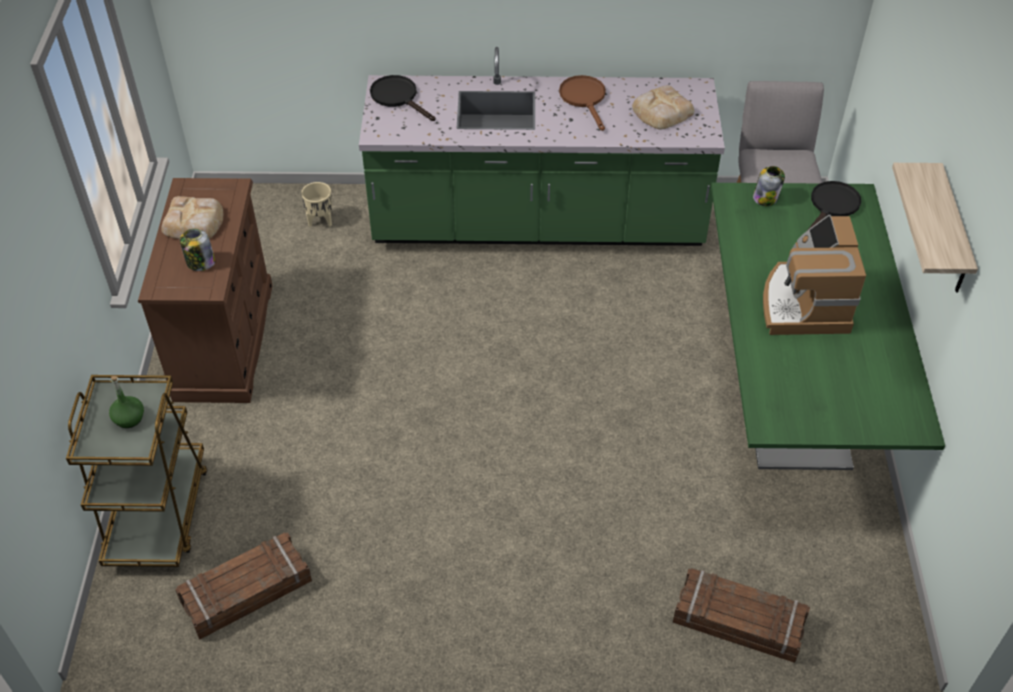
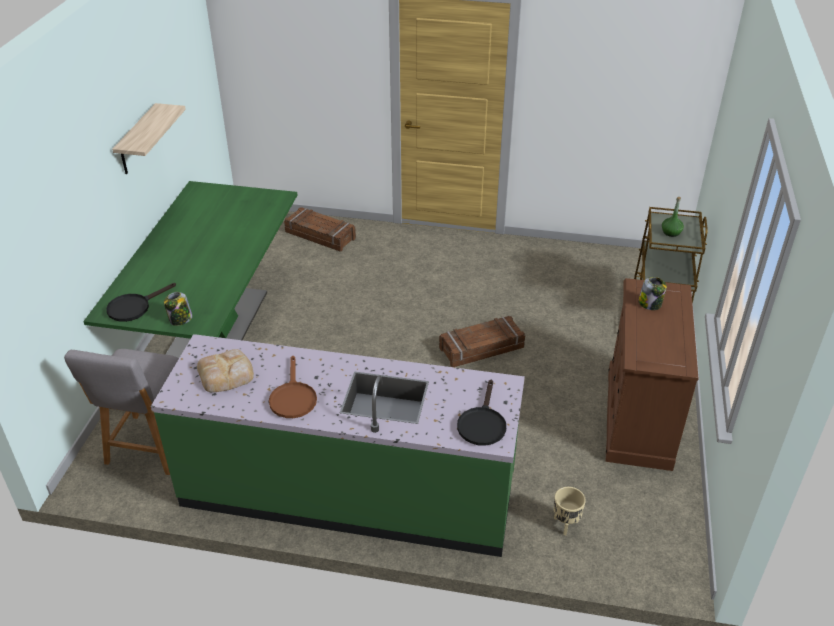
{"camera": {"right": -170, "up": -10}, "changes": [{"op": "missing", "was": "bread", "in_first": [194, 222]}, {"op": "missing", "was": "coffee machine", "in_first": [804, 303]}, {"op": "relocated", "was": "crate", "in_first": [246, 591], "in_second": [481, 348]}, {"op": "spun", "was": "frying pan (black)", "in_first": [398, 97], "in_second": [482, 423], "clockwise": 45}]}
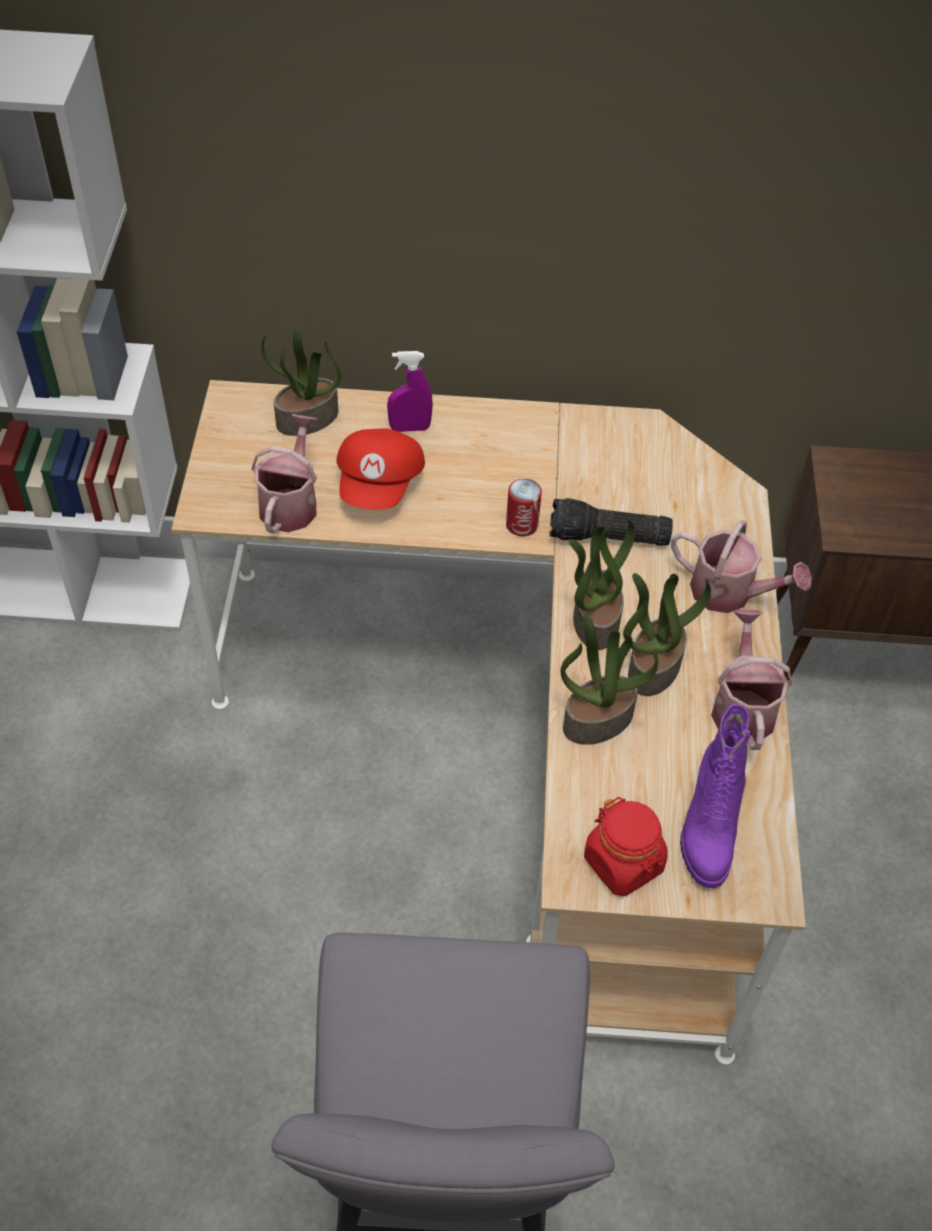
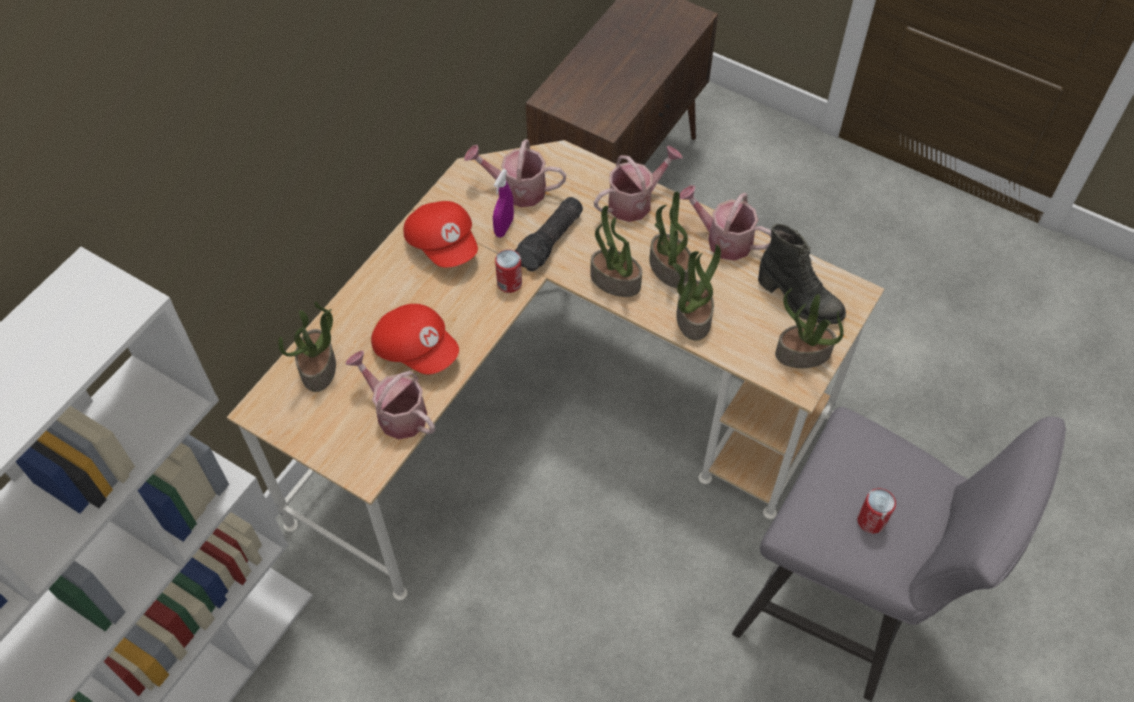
{"camera": {"right": -60, "up": 5}, "changes": [{"op": "appeared", "now": "cap (red)", "in_second": [444, 244]}, {"op": "appeared", "now": "watering can", "in_second": [517, 189]}, {"op": "appeared", "now": "can", "in_second": [871, 520]}, {"op": "relocated", "was": "spray bottle (purple)", "in_first": [410, 428], "in_second": [504, 227]}, {"op": "exchanged", "was": "jar (red)", "now": "potted plant", "in_first": [624, 863], "in_second": [802, 354]}, {"op": "colour", "was": "boot (purple)", "now": "boot (black)", "in_first": [707, 827], "in_second": [798, 300]}]}
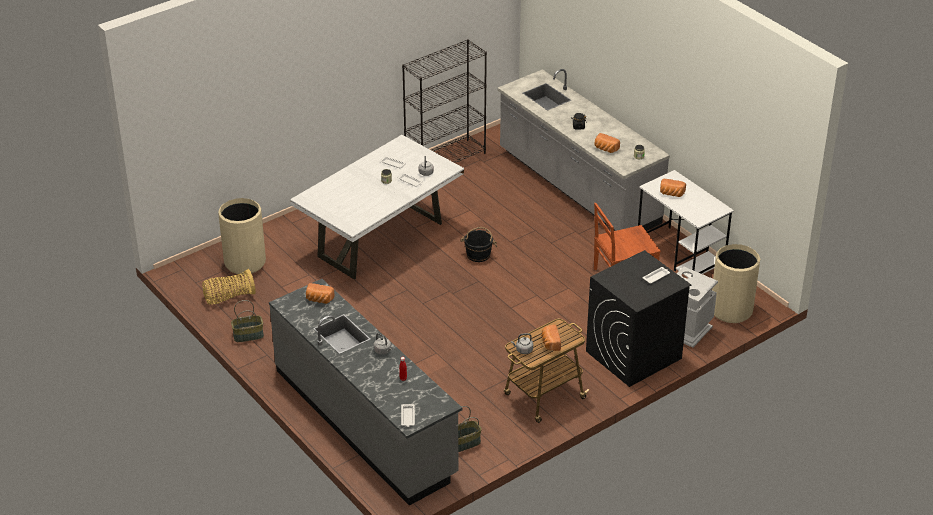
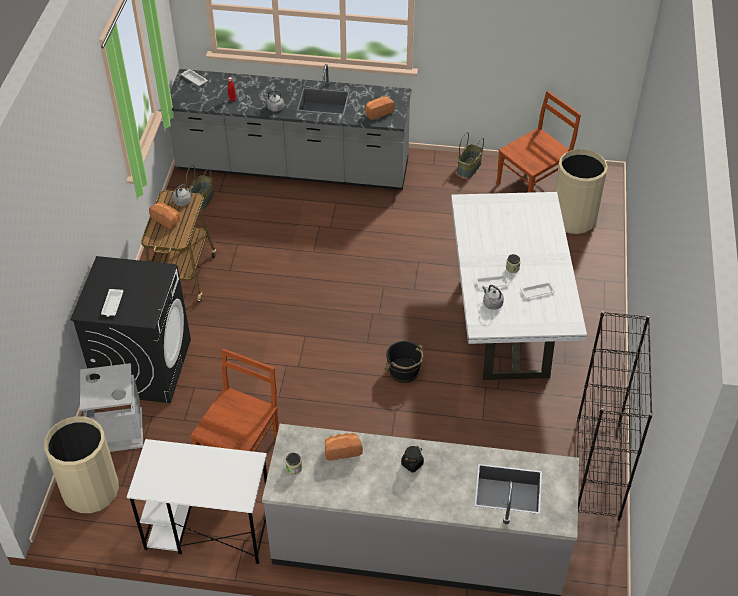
{"camera": {"right": 135, "up": 10}, "changes": [{"op": "missing", "was": "bread", "in_first": [671, 194]}, {"op": "exchanged", "was": "basket", "now": "chair (brown)", "in_first": [228, 297], "in_second": [533, 184]}]}
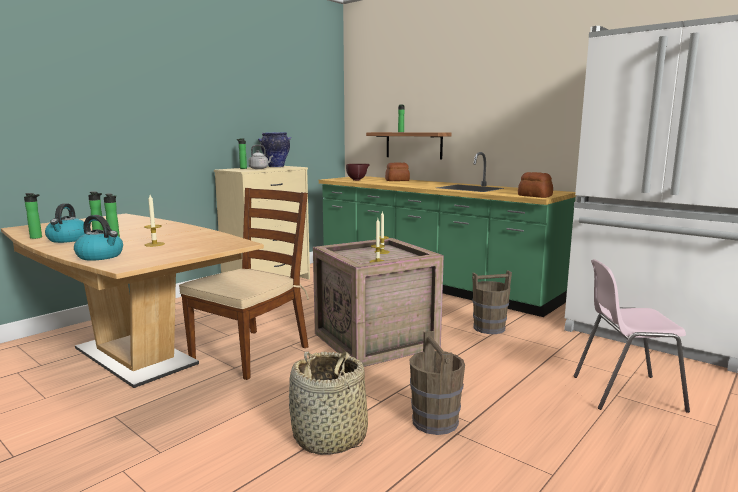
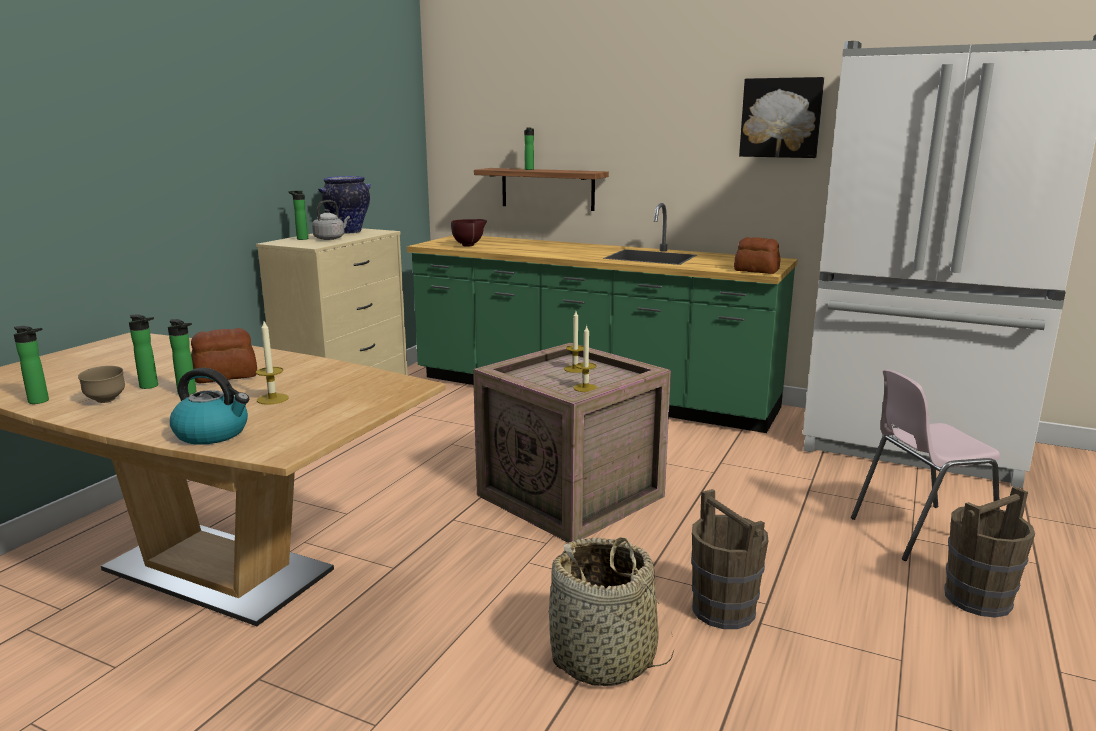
{"camera": {"right": -15, "up": 5}, "changes": [{"op": "missing", "was": "chair (brown)", "in_first": [251, 352]}, {"op": "appeared", "now": "picture", "in_second": [781, 118]}, {"op": "relocated", "was": "bread", "in_first": [397, 180], "in_second": [226, 376]}, {"op": "relocated", "was": "bucket (brown)", "in_first": [489, 328], "in_second": [978, 598]}, {"op": "exchanged", "was": "kettle", "now": "bowl (brown)", "in_first": [68, 239], "in_second": [106, 401]}]}
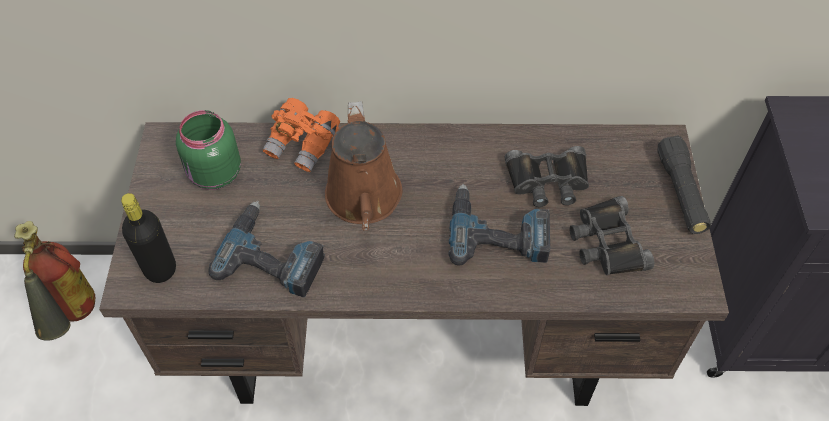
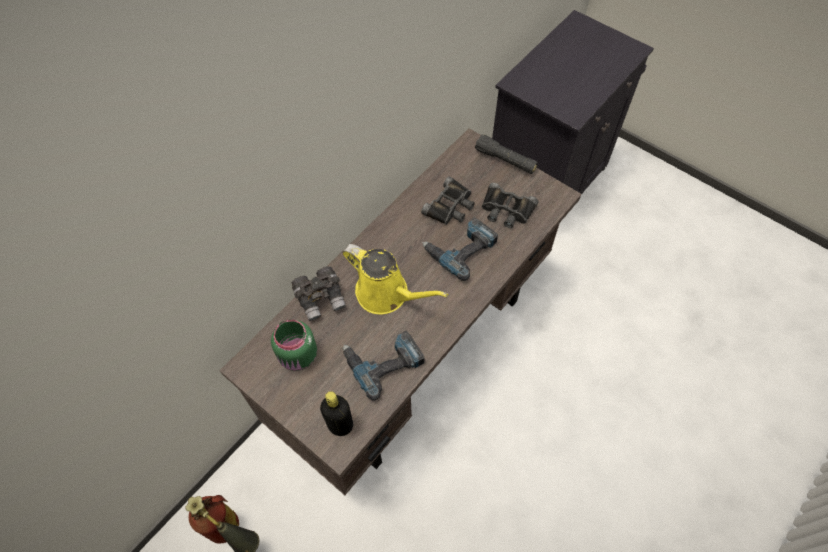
{"camera": {"right": -50, "up": 5}, "changes": [{"op": "colour", "was": "binoculars (orange)", "now": "binoculars (grey)", "in_first": [303, 145], "in_second": [321, 298]}, {"op": "colour", "was": "watering can (brown)", "now": "watering can (yellow)", "in_first": [364, 200], "in_second": [386, 294]}]}
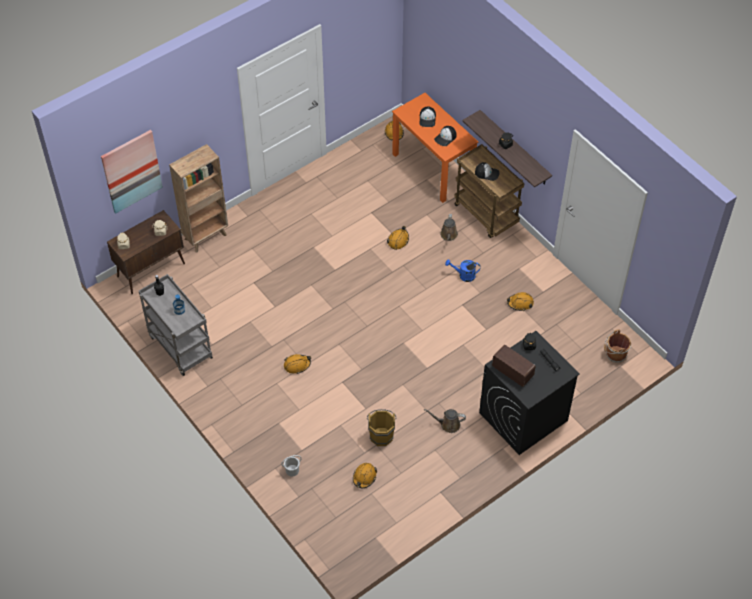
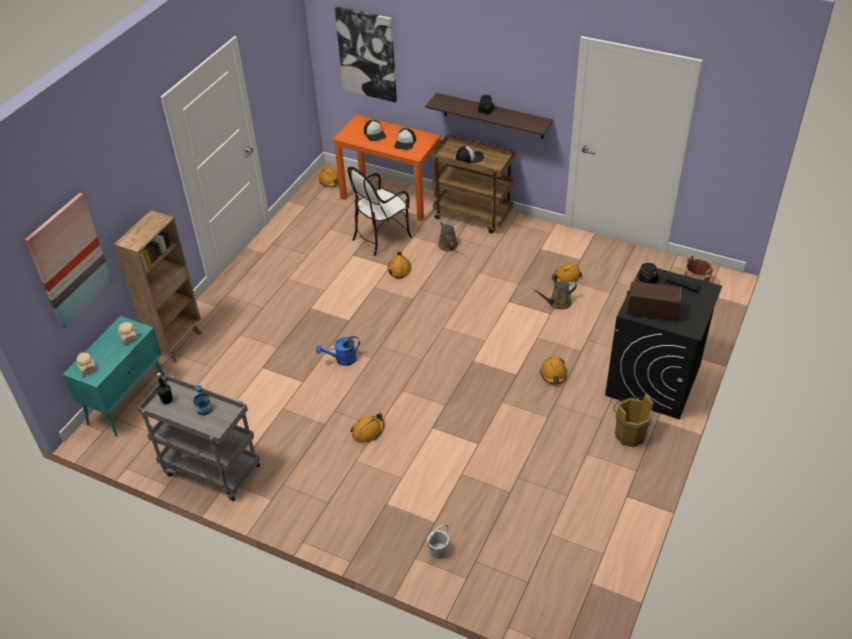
{"camera": {"right": -25, "up": -10}, "changes": [{"op": "appeared", "now": "picture", "in_second": [367, 54]}, {"op": "appeared", "now": "chair", "in_second": [381, 237]}, {"op": "relocated", "was": "hard hat (orange)", "in_first": [364, 477], "in_second": [553, 374]}, {"op": "relocated", "was": "bucket (brown)", "in_first": [381, 434], "in_second": [628, 433]}, {"op": "relocated", "was": "watering can (brown)", "in_first": [448, 424], "in_second": [558, 303]}, {"op": "relocated", "was": "watering can (blue)", "in_first": [463, 275], "in_second": [342, 360]}, {"op": "colour", "was": "cabinet (brown)", "now": "cabinet (turquoise)", "in_first": [151, 270], "in_second": [128, 401]}]}
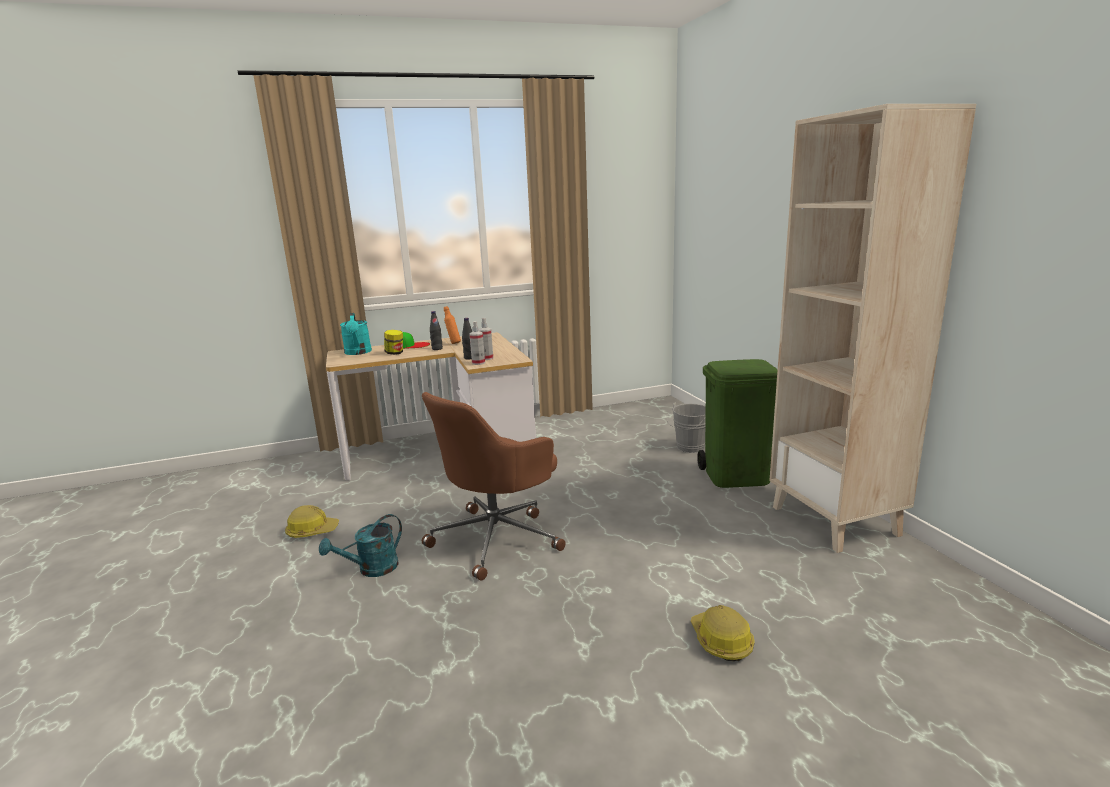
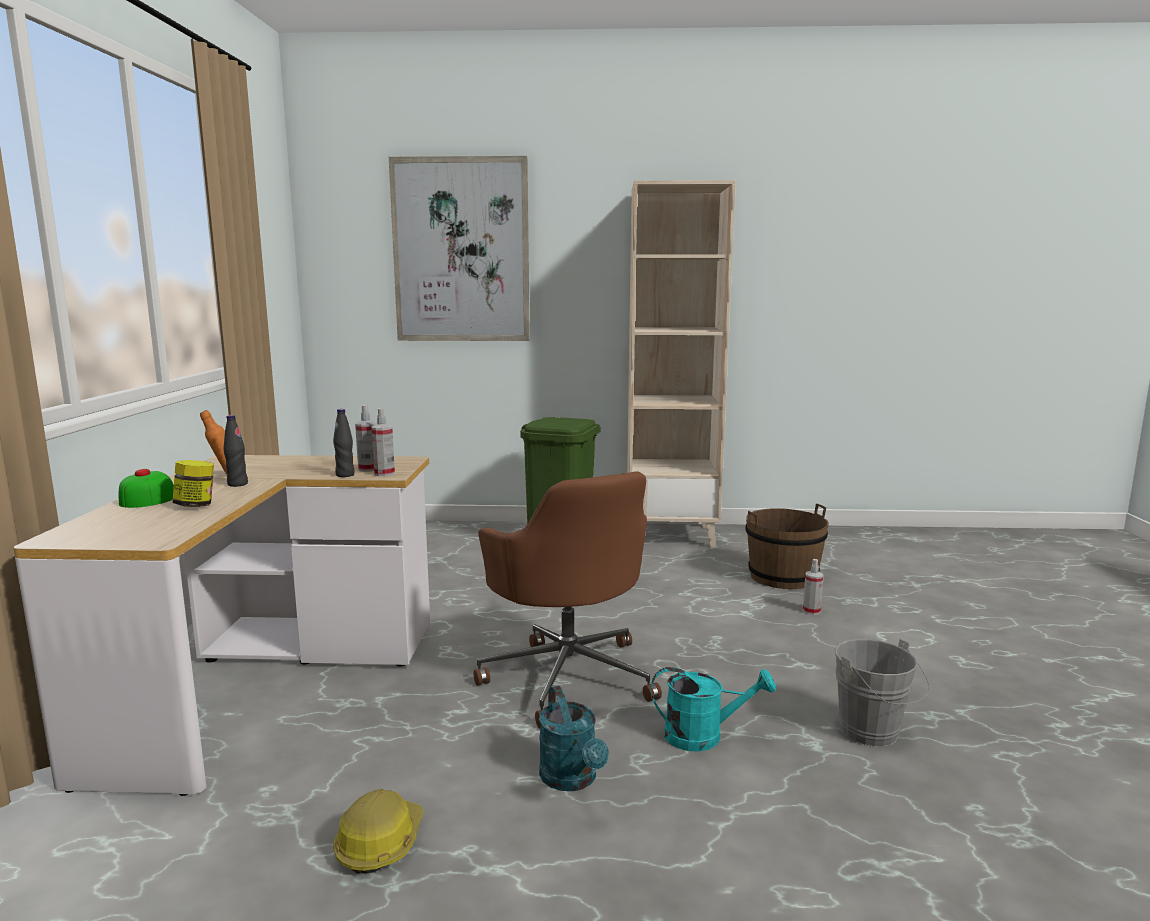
{"camera": {"right": -70, "up": -5}, "changes": [{"op": "appeared", "now": "picture", "in_second": [461, 251]}, {"op": "appeared", "now": "bucket (brown)", "in_second": [782, 577]}, {"op": "relocated", "was": "watering can (turquoise)", "in_first": [358, 352], "in_second": [704, 736]}, {"op": "relocated", "was": "bucket (grey)", "in_first": [689, 448], "in_second": [873, 734]}, {"op": "exchanged", "was": "hard hat", "now": "spray bottle", "in_first": [721, 641], "in_second": [811, 611]}]}
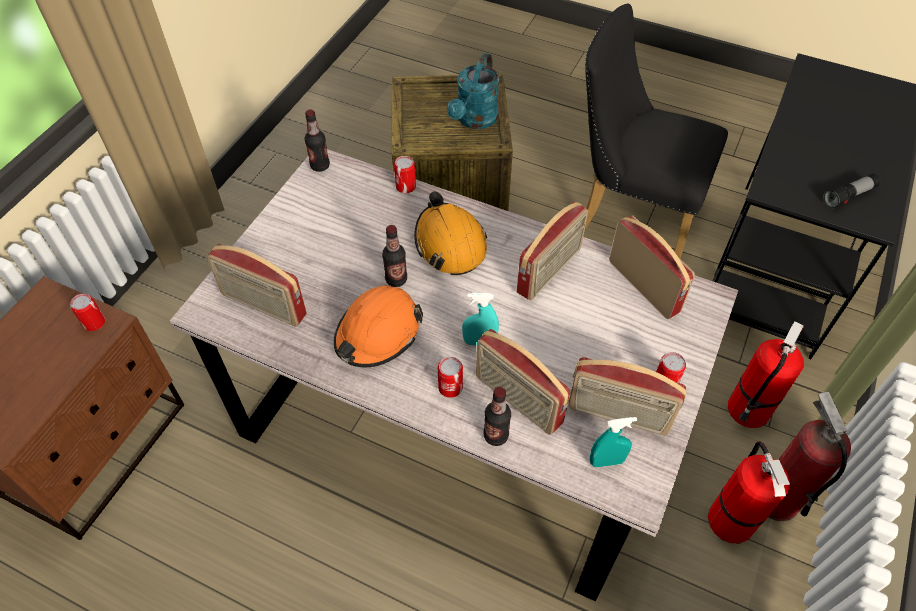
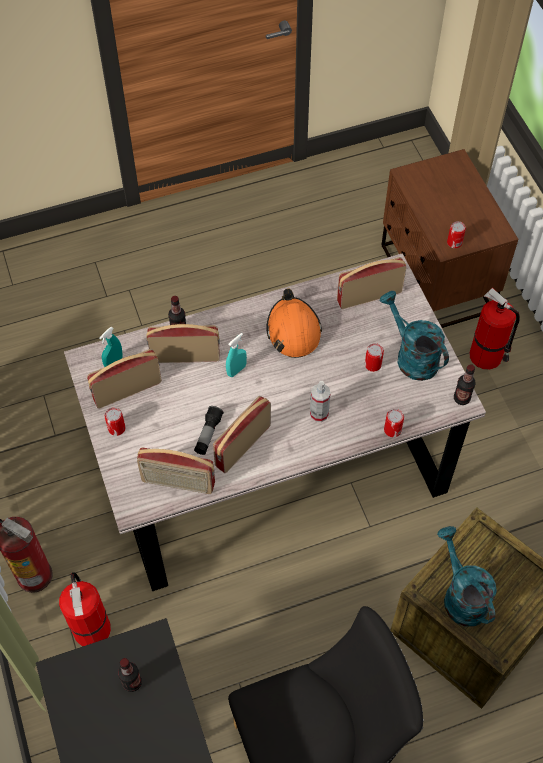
{"camera": {"right": 135, "up": 5}, "changes": [{"op": "appeared", "now": "watering can (turquoise)", "in_second": [411, 356]}, {"op": "relocated", "was": "bottle", "in_first": [396, 279], "in_second": [132, 682]}, {"op": "relocated", "was": "can", "in_first": [450, 387], "in_second": [373, 365]}, {"op": "relocated", "was": "fire extinguisher", "in_first": [730, 518], "in_second": [487, 356]}, {"op": "relocated", "was": "flashlight", "in_first": [849, 196], "in_second": [208, 434]}, {"op": "exchanged", "was": "hard hat (orange)", "now": "spray bottle", "in_first": [450, 243], "in_second": [319, 414]}, {"op": "spun", "was": "radio", "in_first": [550, 271], "in_second": [242, 445], "clockwise": 45}]}
